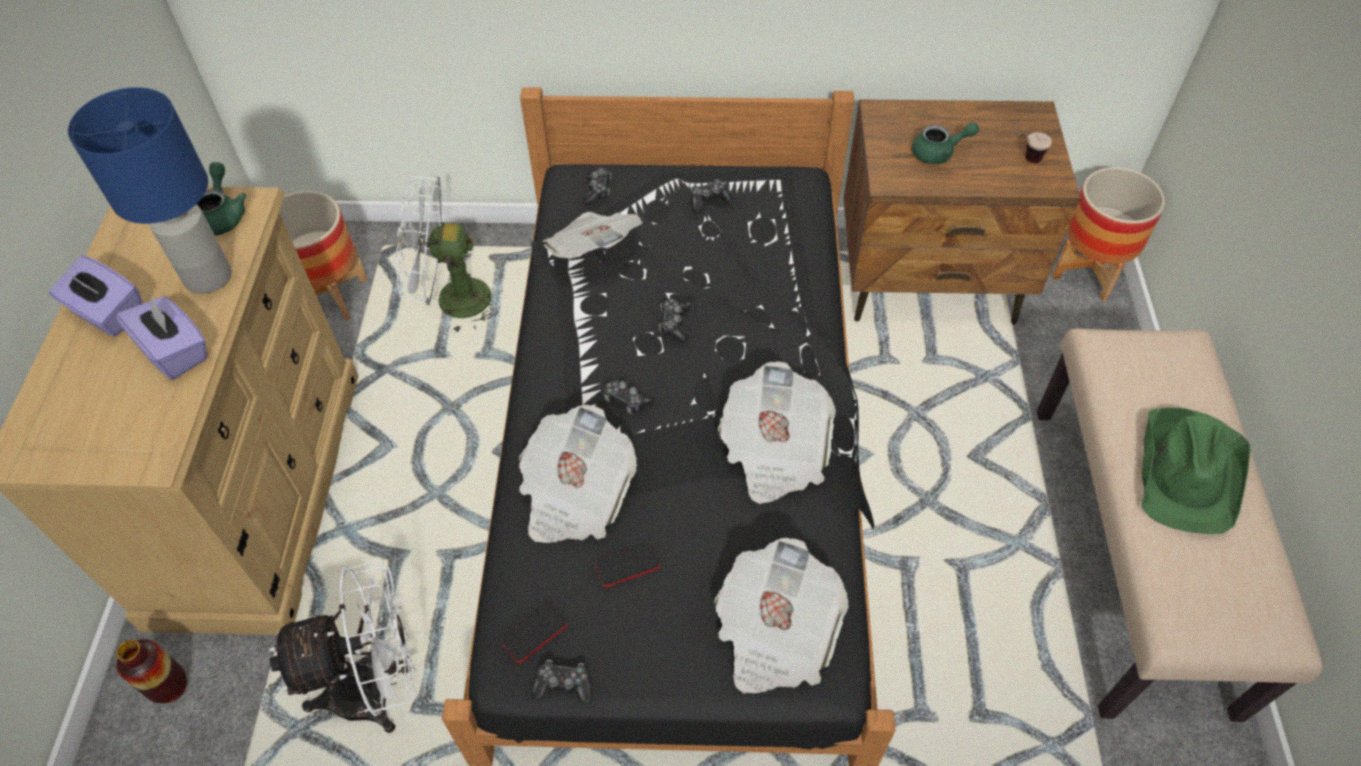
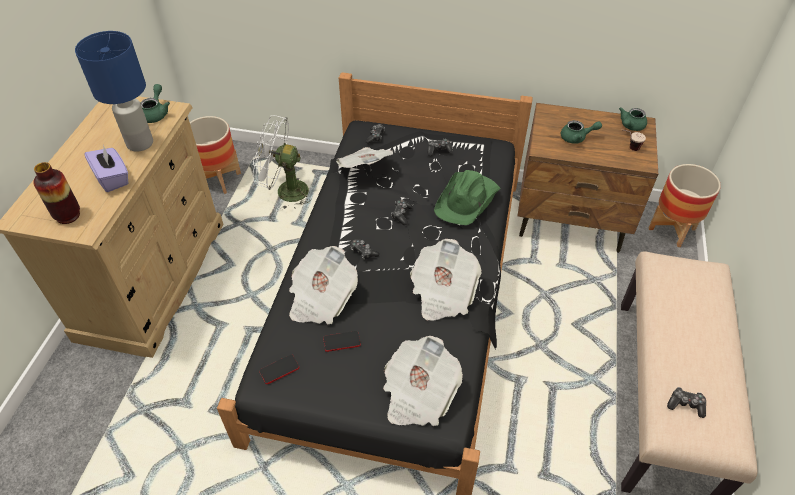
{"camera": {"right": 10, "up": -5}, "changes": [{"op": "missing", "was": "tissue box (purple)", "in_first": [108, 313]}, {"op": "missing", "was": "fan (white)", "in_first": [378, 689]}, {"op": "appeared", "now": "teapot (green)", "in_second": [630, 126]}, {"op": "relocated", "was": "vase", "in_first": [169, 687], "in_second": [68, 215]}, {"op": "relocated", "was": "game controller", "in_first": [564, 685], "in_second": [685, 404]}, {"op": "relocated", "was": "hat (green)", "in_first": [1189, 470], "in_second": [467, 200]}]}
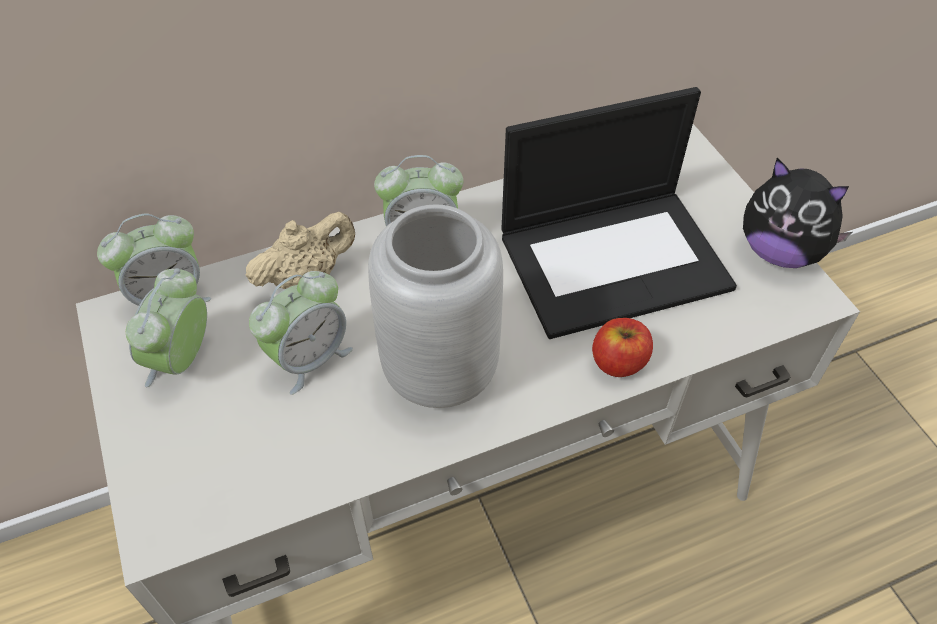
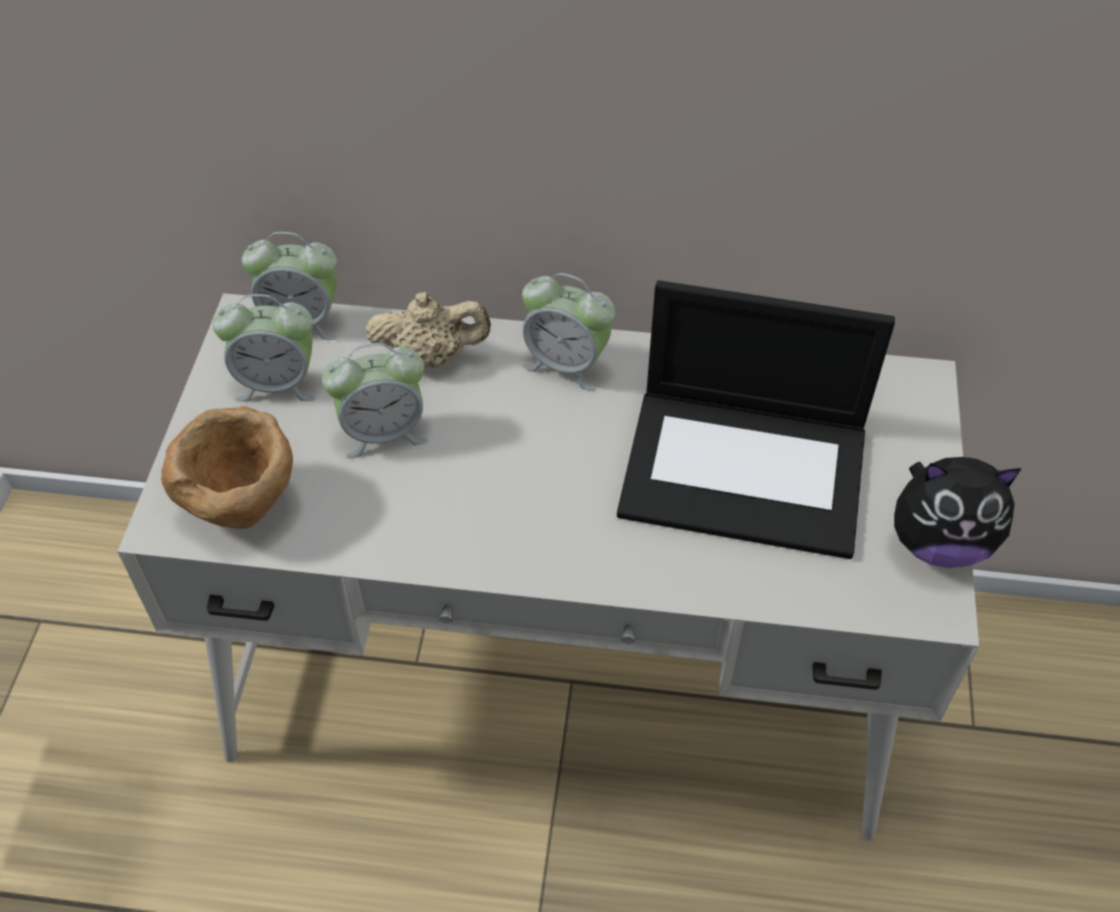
{"camera": {"right": 30, "up": 0}, "changes": [{"op": "missing", "was": "vase (grey)", "in_first": [443, 371]}, {"op": "missing", "was": "apple", "in_first": [618, 362]}, {"op": "appeared", "now": "bowl (brown)", "in_second": [243, 504]}, {"op": "spun", "was": "alarm clock", "in_first": [182, 359], "in_second": [277, 383], "clockwise": -135}, {"op": "spun", "was": "plush toy", "in_first": [780, 251], "in_second": [938, 542], "clockwise": -60}]}
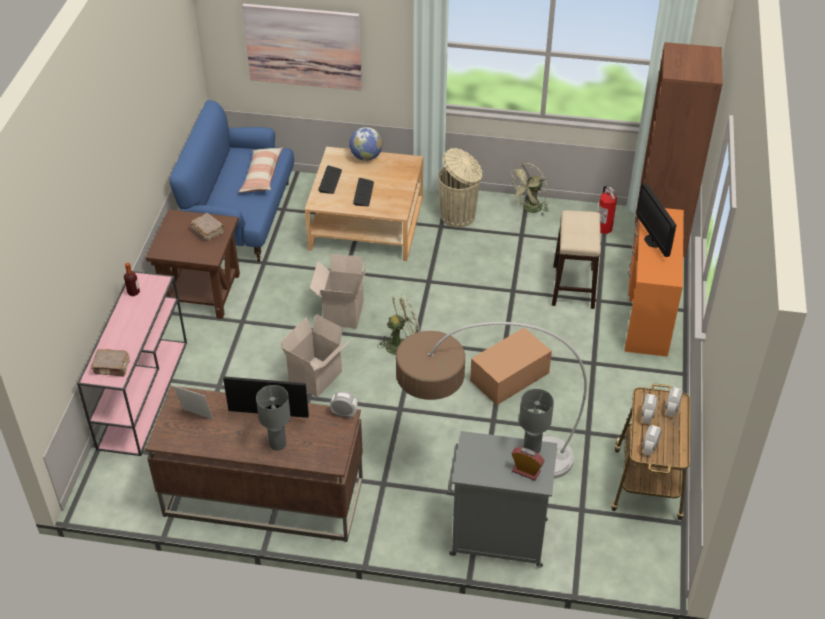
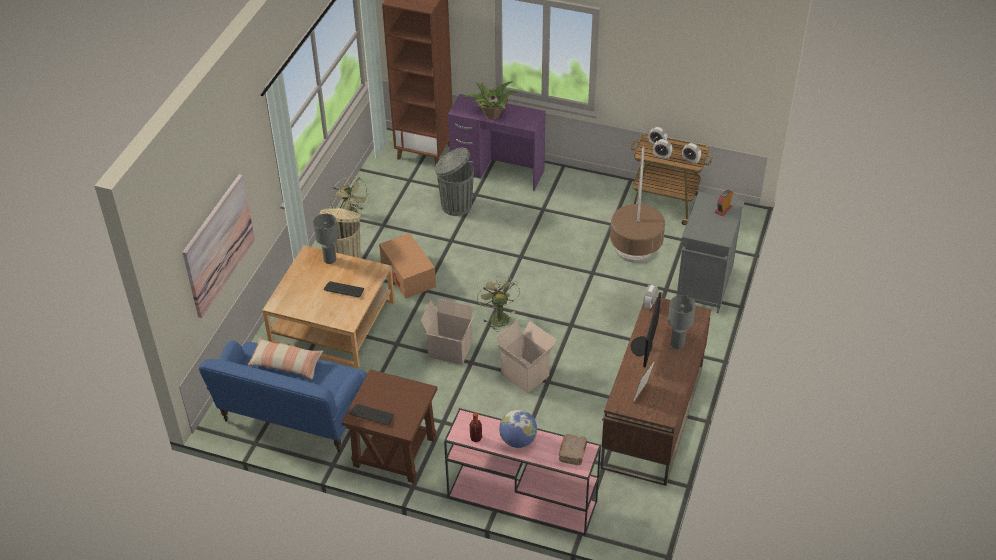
{"camera": {"right": -80, "up": 0}, "changes": [{"op": "missing", "was": "book (brown)", "in_first": [208, 231]}, {"op": "missing", "was": "fire extinguisher", "in_first": [604, 228]}, {"op": "relocated", "was": "keyboard", "in_first": [330, 180], "in_second": [372, 415]}, {"op": "relocated", "was": "globe", "in_first": [366, 157], "in_second": [518, 440]}, {"op": "relocated", "was": "cardboard box", "in_first": [509, 377], "in_second": [408, 275]}, {"op": "relocated", "was": "table lamp (grey)", "in_first": [532, 448], "in_second": [330, 259]}, {"op": "exchanged", "was": "stool", "now": "trash can (grey)", "in_first": [573, 286], "in_second": [455, 205]}, {"op": "exchanged", "was": "monitor", "now": "potted plant", "in_first": [653, 241], "in_second": [491, 115]}, {"op": "colour", "was": "desk (orange)", "now": "desk (purple)", "in_first": [648, 314], "in_second": [497, 171]}]}
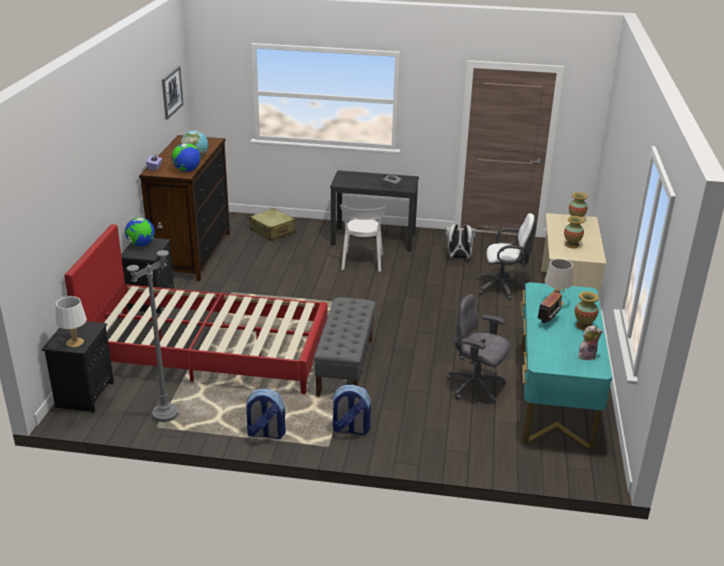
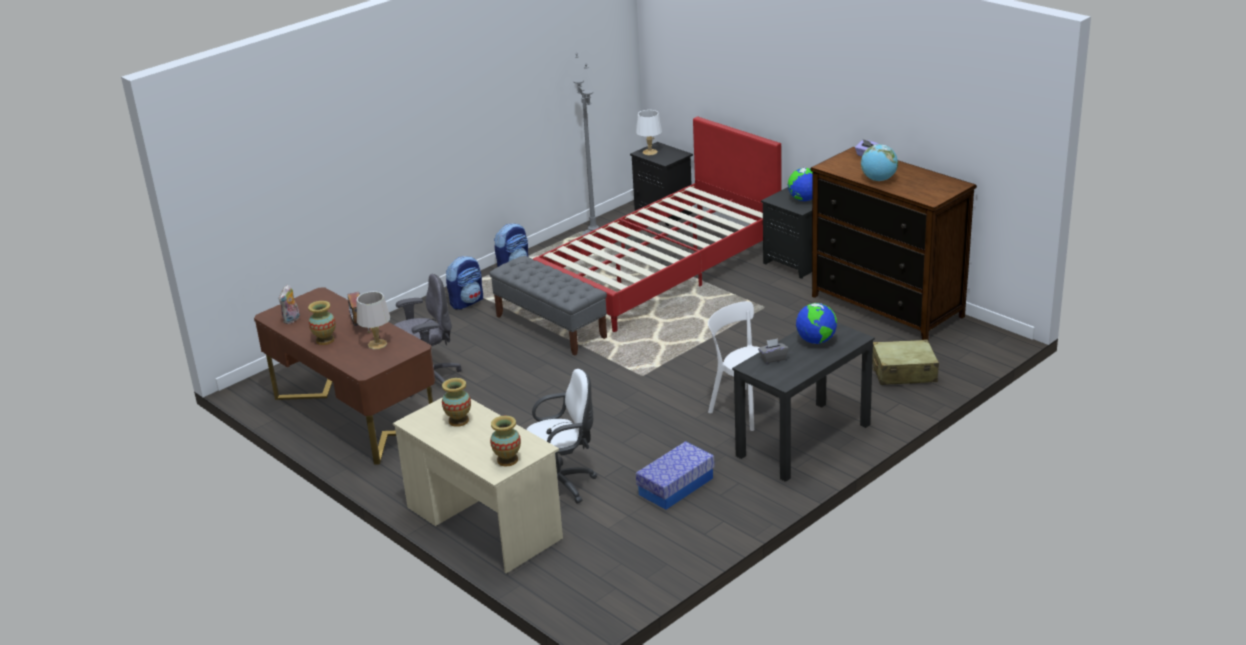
{"camera": {"right": 130, "up": 0}, "changes": [{"op": "missing", "was": "picture", "in_first": [171, 92]}, {"op": "relocated", "was": "globe", "in_first": [187, 170], "in_second": [816, 341]}, {"op": "exchanged", "was": "backpack (white)", "now": "storage box", "in_first": [458, 258], "in_second": [676, 486]}, {"op": "colour", "was": "desk (turquoise)", "now": "desk (brown)", "in_first": [554, 397], "in_second": [354, 414]}, {"op": "spun", "was": "office chair (white)", "in_first": [503, 288], "in_second": [562, 484], "clockwise": -150}]}
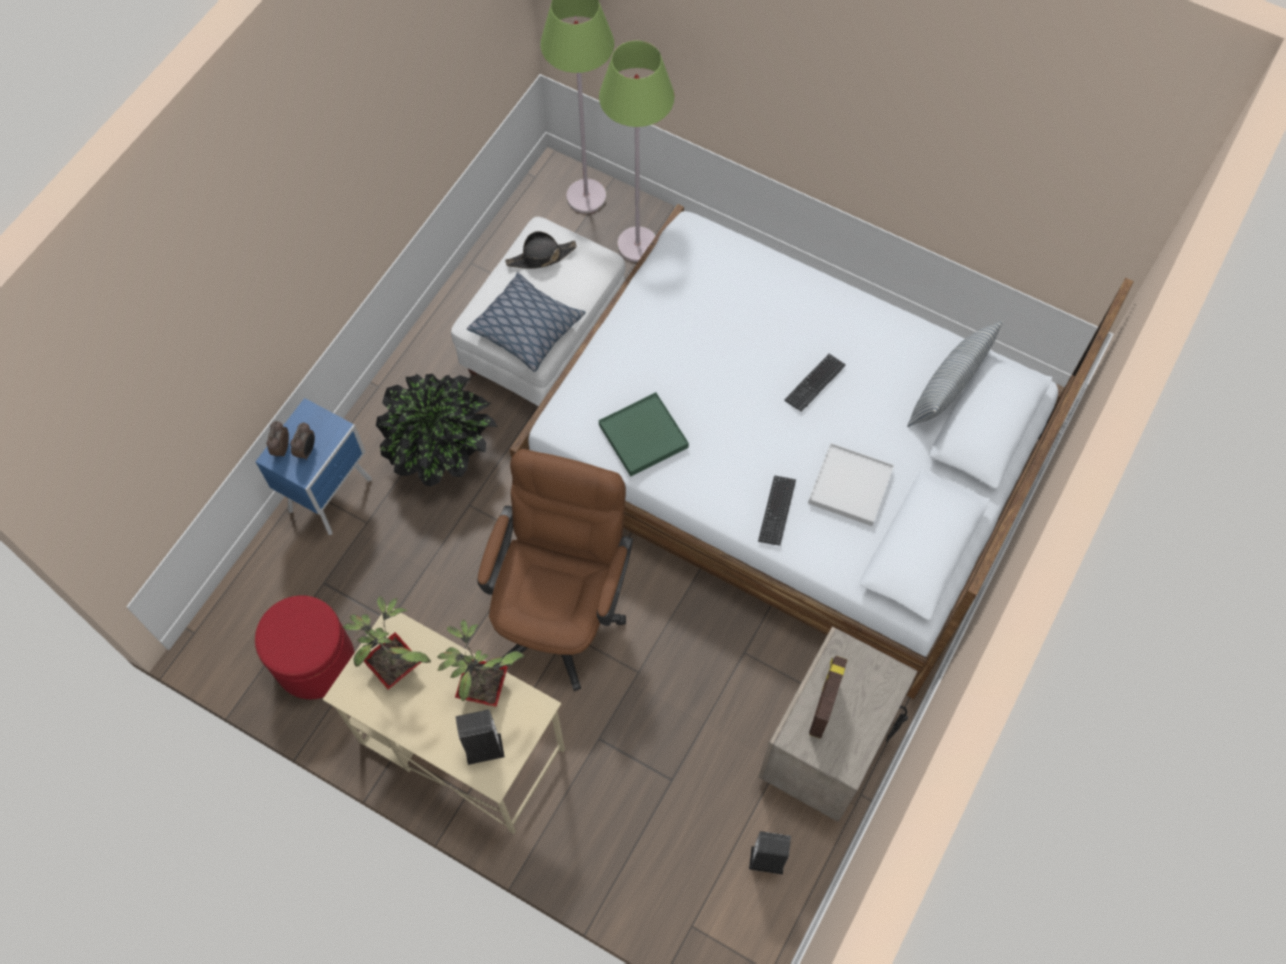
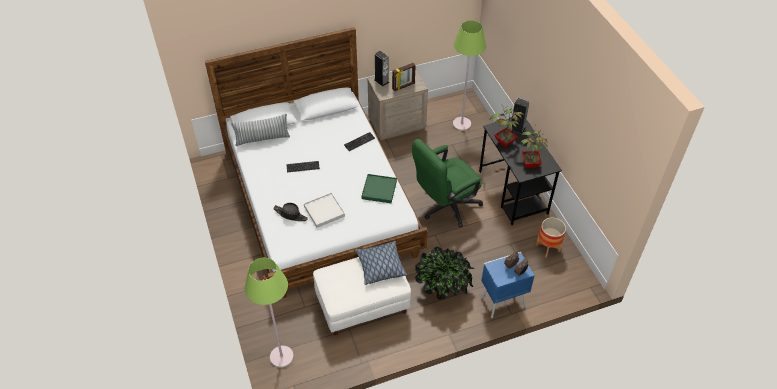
{"camera": {"right": -140, "up": -15}, "changes": [{"op": "relocated", "was": "hat (black)", "in_first": [541, 257], "in_second": [290, 215]}, {"op": "relocated", "was": "floor lamp (green)", "in_first": [637, 245], "in_second": [462, 124]}, {"op": "relocated", "was": "speaker", "in_first": [767, 860], "in_second": [381, 81]}, {"op": "relocated", "was": "tray (white)", "in_first": [850, 486], "in_second": [324, 211]}, {"op": "exchanged", "was": "ottoman (red)", "now": "planter", "in_first": [315, 661], "in_second": [548, 248]}, {"op": "colour", "was": "desk (beige)", "now": "desk (black)", "in_first": [460, 745], "in_second": [513, 192]}, {"op": "colour", "was": "office chair (brown)", "now": "office chair (green)", "in_first": [561, 611], "in_second": [445, 207]}]}
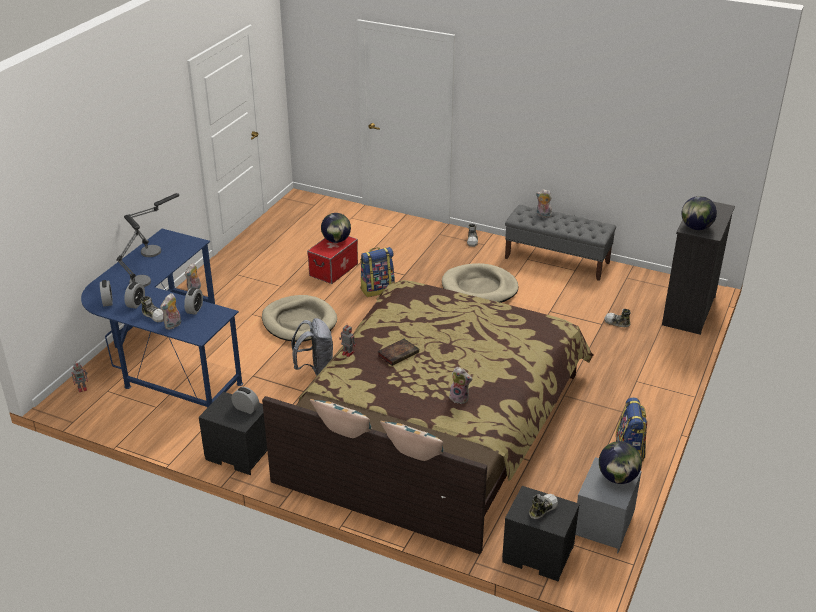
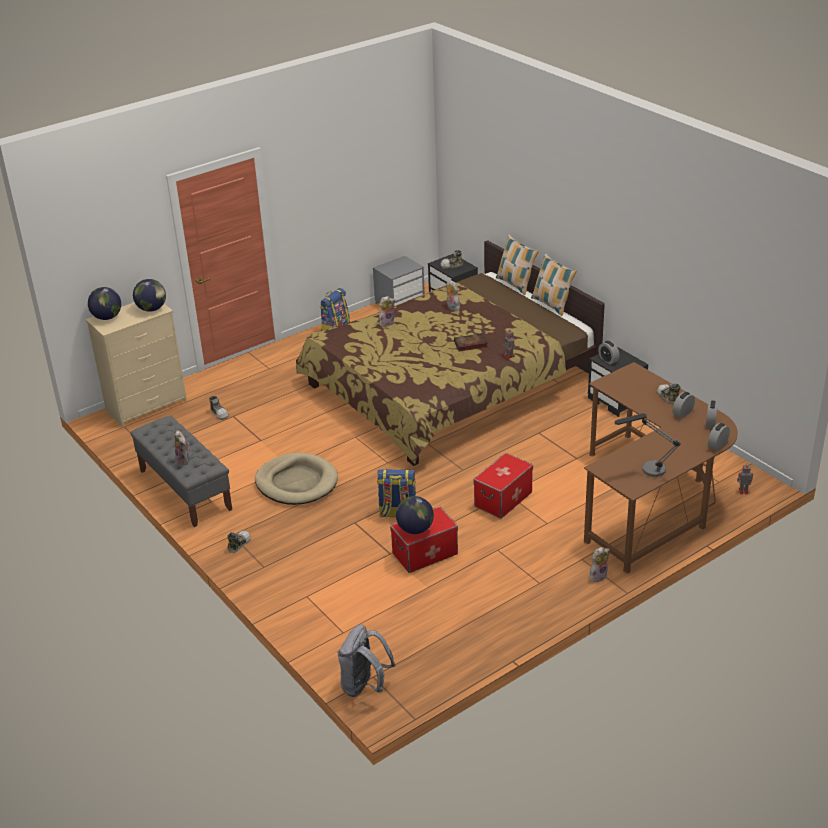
{"camera": {"right": -150, "up": 0}, "changes": [{"op": "missing", "was": "table lamp", "in_first": [139, 279]}, {"op": "relocated", "was": "plush toy", "in_first": [173, 325], "in_second": [387, 323]}, {"op": "relocated", "was": "alarm clock", "in_first": [194, 309], "in_second": [717, 445]}, {"op": "relocated", "was": "backpack (grey)", "in_first": [315, 369], "in_second": [365, 686]}, {"op": "relocated", "was": "globe", "in_first": [617, 478], "in_second": [107, 317]}, {"op": "exchanged", "was": "dog bed (beige)", "now": "storage box", "in_first": [299, 322], "in_second": [503, 499]}, {"op": "colour", "was": "desk (blue)", "now": "desk (brown)", "in_first": [167, 357], "in_second": [652, 500]}, {"op": "colour", "was": "dresser (black)", "now": "dresser (beige)", "in_first": [688, 311], "in_second": [147, 406]}]}
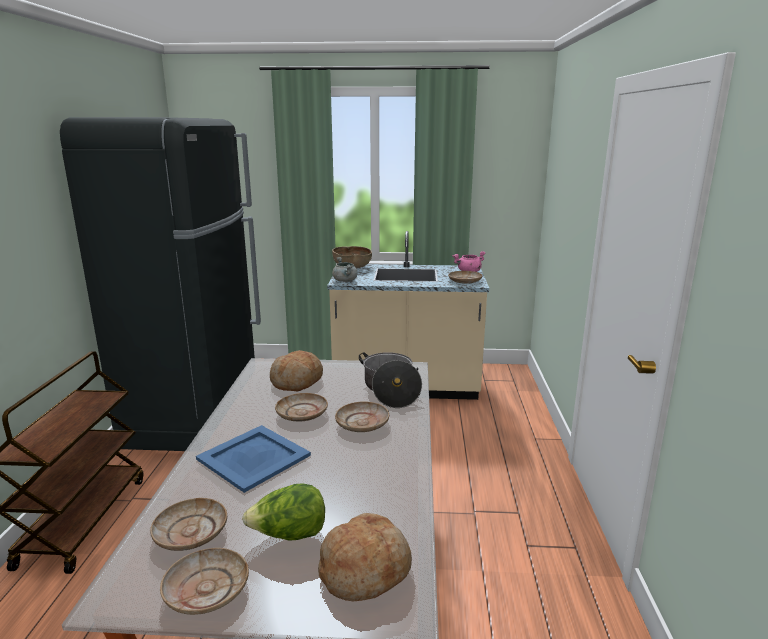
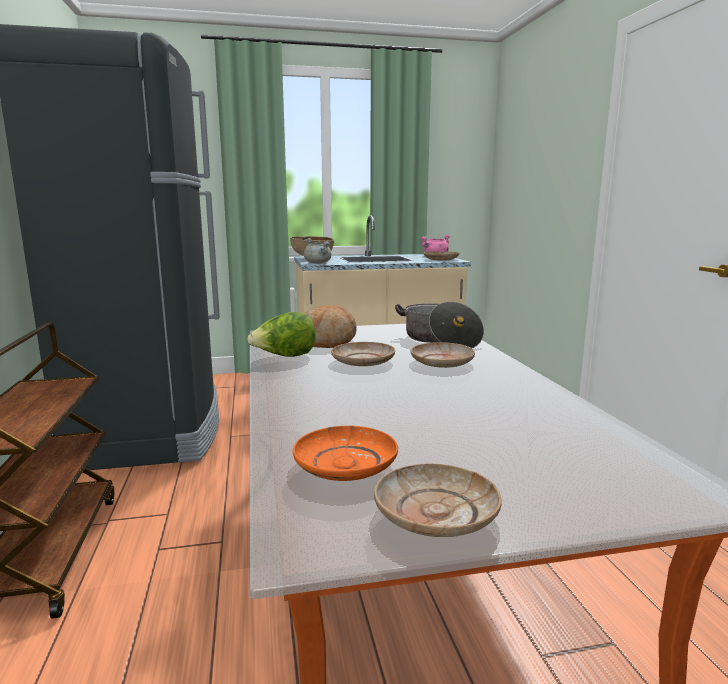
{"camera": {"right": -15, "up": -5}, "changes": [{"op": "missing", "was": "tray (blue)", "in_first": [254, 457]}, {"op": "missing", "was": "bread", "in_first": [365, 569]}, {"op": "relocated", "was": "lettuce", "in_first": [289, 535], "in_second": [285, 357]}, {"op": "colour", "was": "plate (beige)", "now": "plate (orange)", "in_first": [190, 533], "in_second": [345, 466]}]}
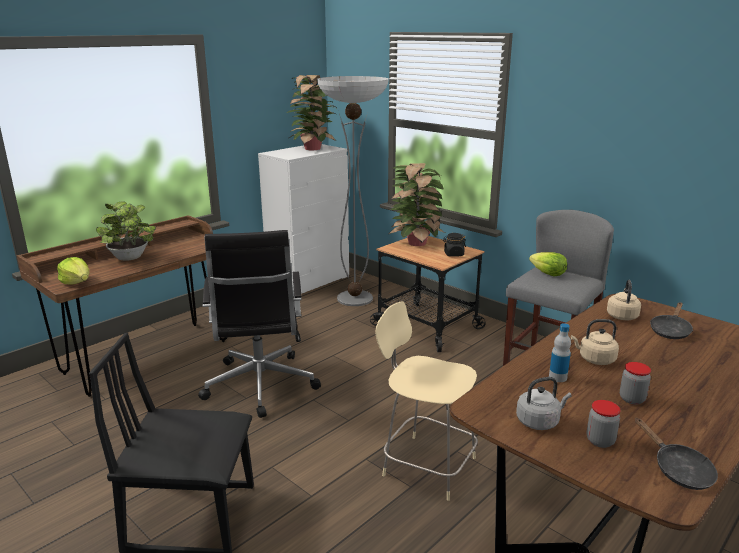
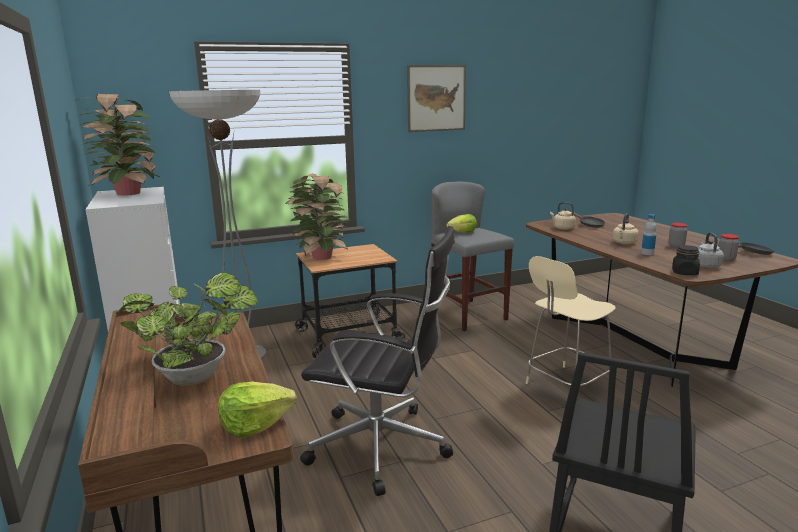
{"camera": {"right": -65, "up": -5}, "changes": [{"op": "appeared", "now": "picture", "in_second": [436, 98]}, {"op": "relocated", "was": "jar (black)", "in_first": [453, 254], "in_second": [684, 273]}]}
